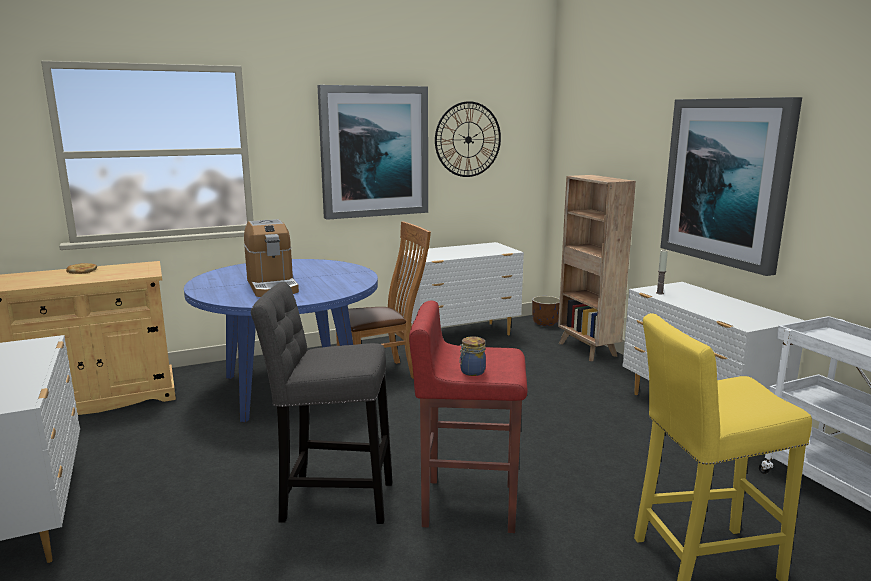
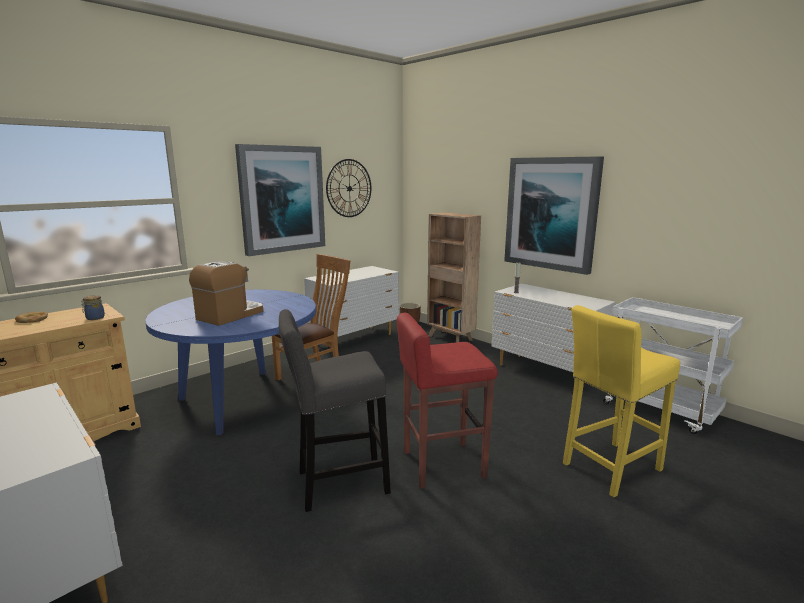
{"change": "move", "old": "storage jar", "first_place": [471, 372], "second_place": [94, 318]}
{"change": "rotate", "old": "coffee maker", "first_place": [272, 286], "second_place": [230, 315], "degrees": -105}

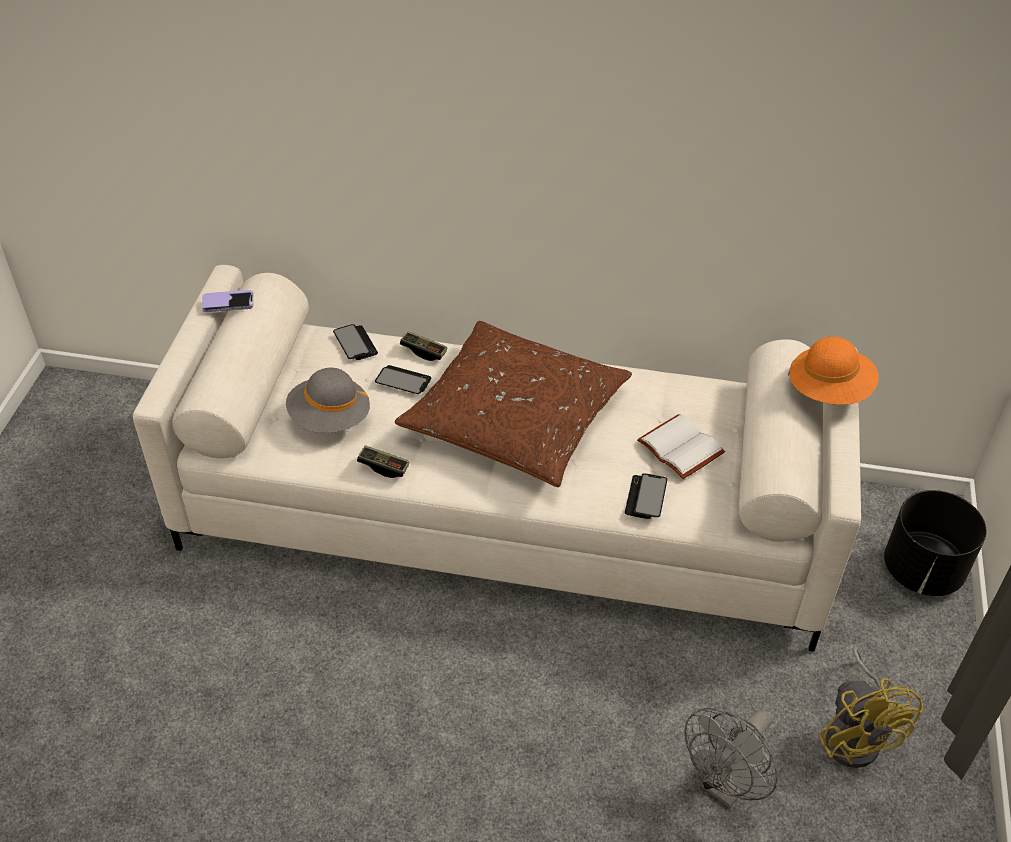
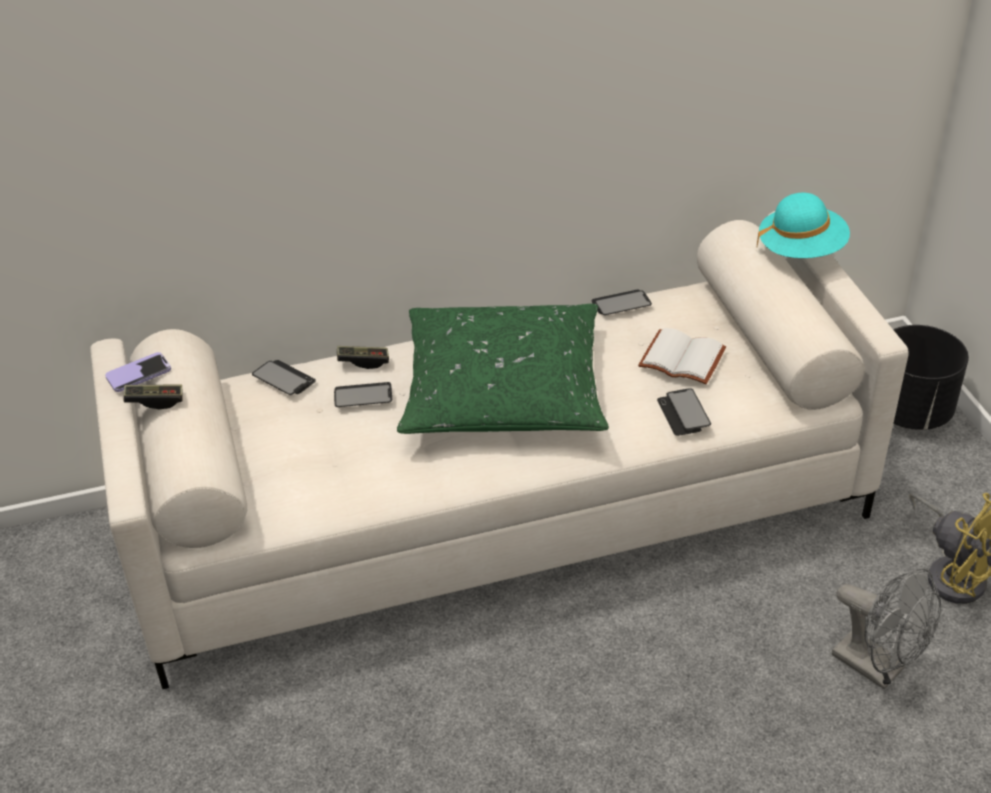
{"change": "delete", "old": "greyish clothing hat", "first_place": [330, 418]}
{"change": "insert", "new": "handset", "second_place": [621, 304]}
{"change": "move", "old": "gamepad", "first_place": [383, 467], "second_place": [155, 401]}
{"change": "recolor", "old": "brown pillow", "new": "green-coloured pillow", "first_place": [515, 417], "second_place": [503, 390]}
{"change": "recolor", "old": "orange-coloured clothing hat", "new": "turquoise clothing hat", "first_place": [829, 390], "second_place": [801, 250]}
{"change": "rotate", "old": "greyish electric fan", "first_place": [726, 786], "second_place": [877, 668], "degrees": -60}

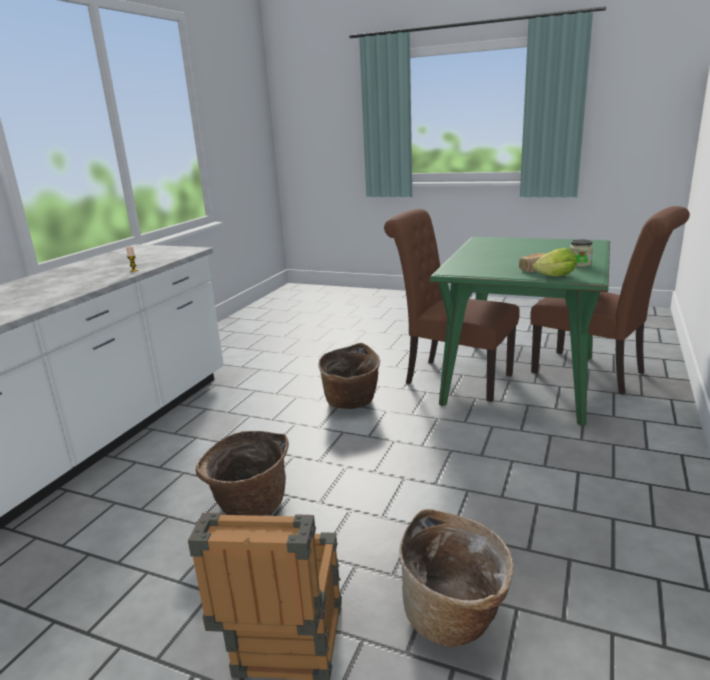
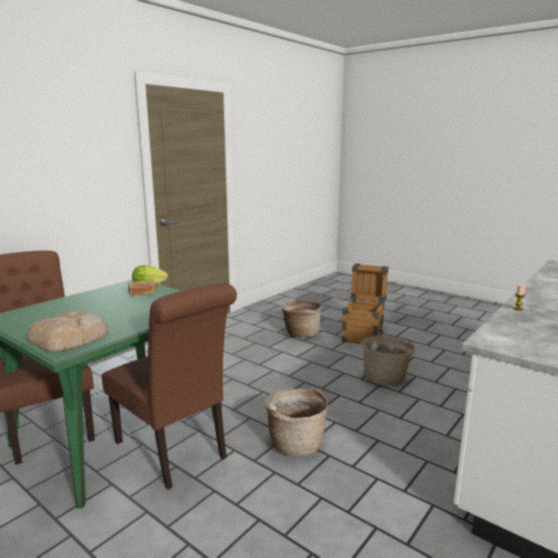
{"change": "delete", "old": "storage jar", "first_place": [579, 264]}
{"change": "insert", "new": "baked bread", "second_place": [71, 337]}

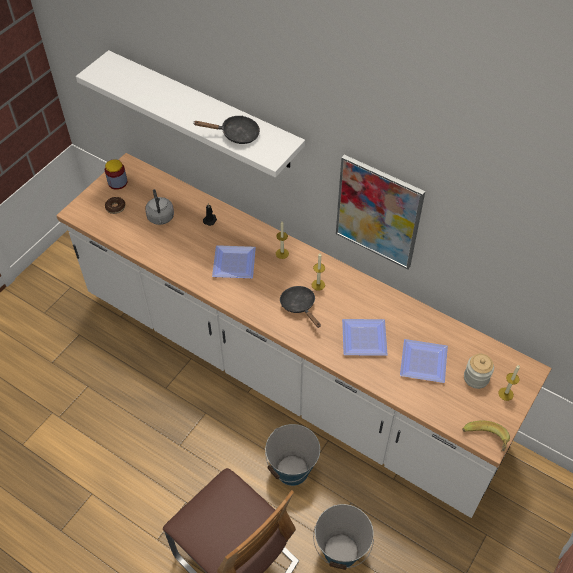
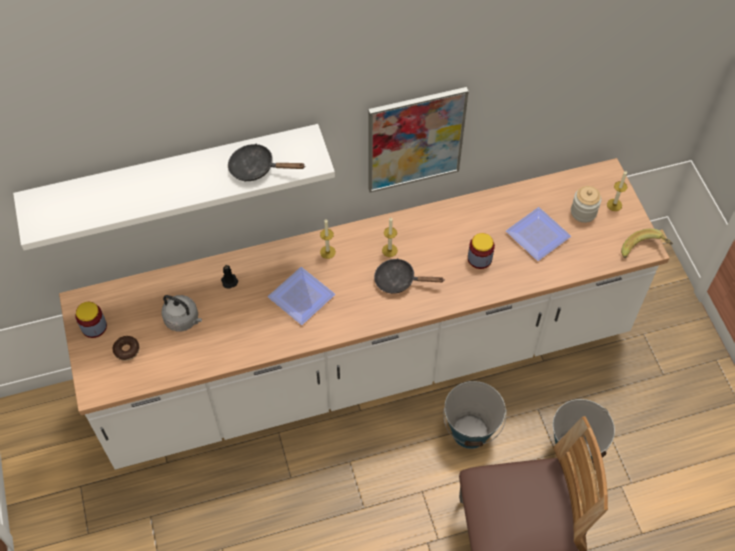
{"change": "replace", "old": "flat dish", "new": "storage jar", "first_place": [365, 340], "second_place": [479, 258]}
{"change": "rotate", "old": "black-coloured skillet", "first_place": [236, 134], "second_place": [256, 168], "degrees": -120}

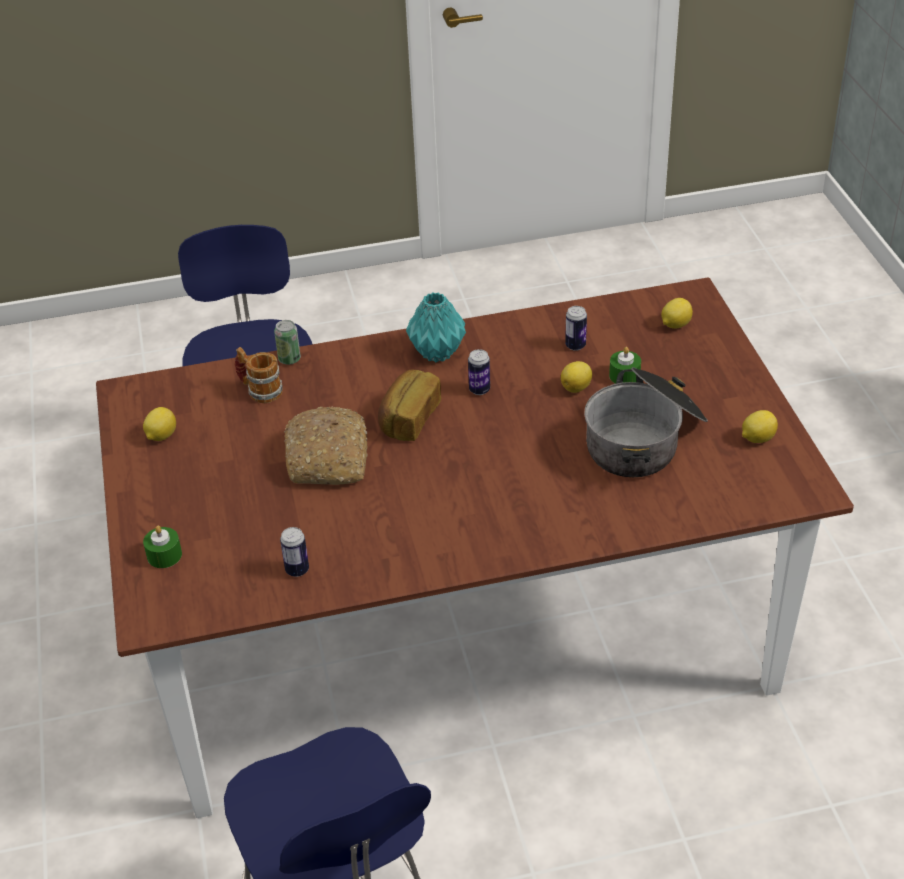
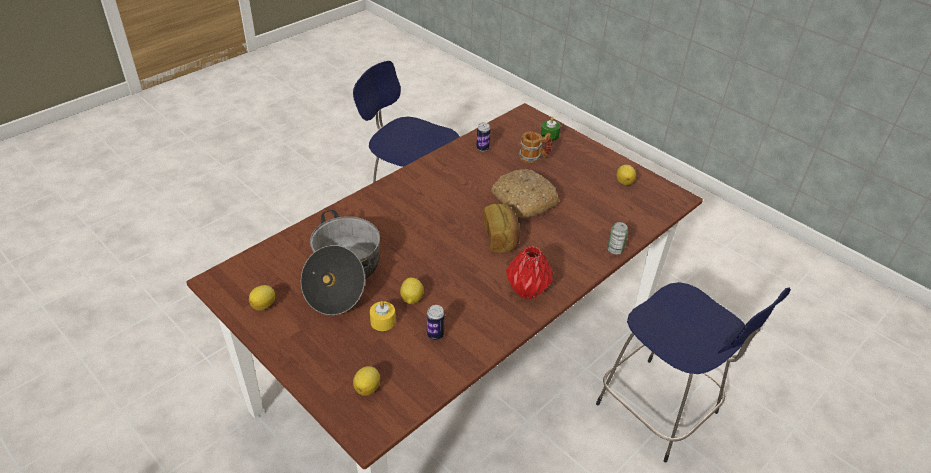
{"change": "delete", "old": "can", "first_place": [479, 390]}
{"change": "move", "old": "mug", "first_place": [259, 390], "second_place": [534, 157]}
{"change": "recolor", "old": "turquoise vase", "new": "red-coloured vase", "first_place": [437, 352], "second_place": [528, 291]}
{"change": "recolor", "old": "green-coloured wax light", "new": "yellow wax light", "first_place": [624, 376], "second_place": [383, 321]}

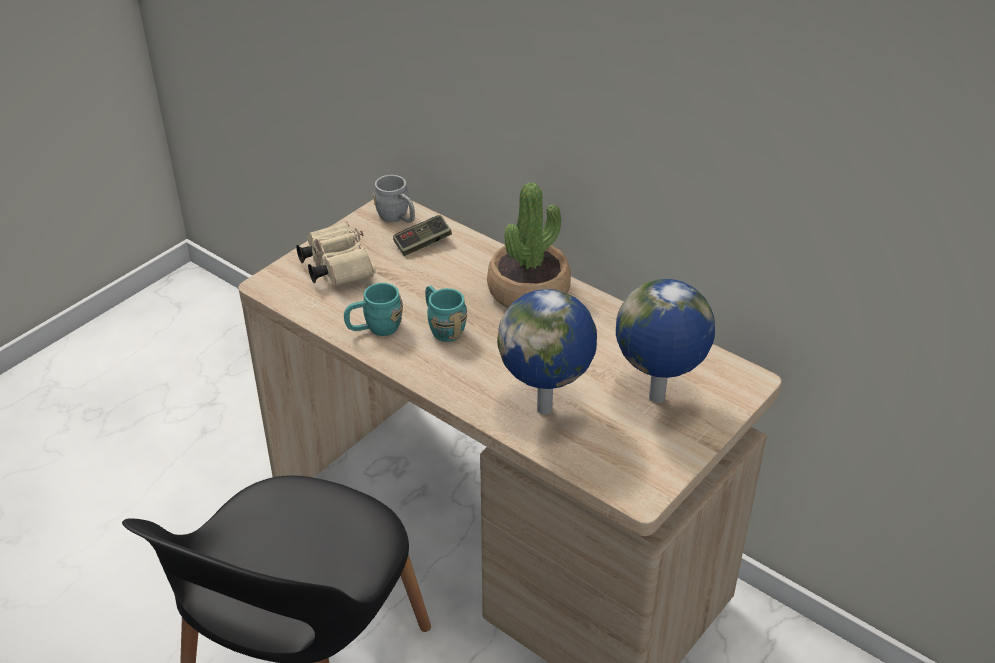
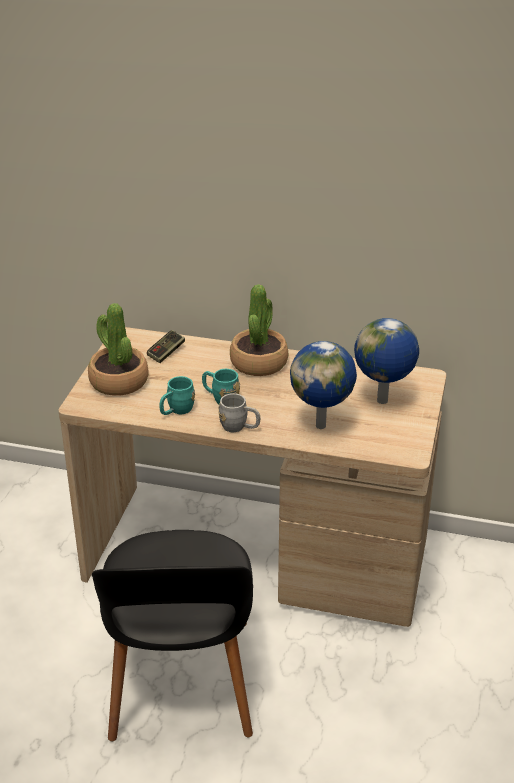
{"change": "move", "old": "greyish mug", "first_place": [397, 218], "second_place": [239, 427]}
{"change": "replace", "old": "beige binoculars", "new": "houseplant", "first_place": [336, 267], "second_place": [118, 381]}

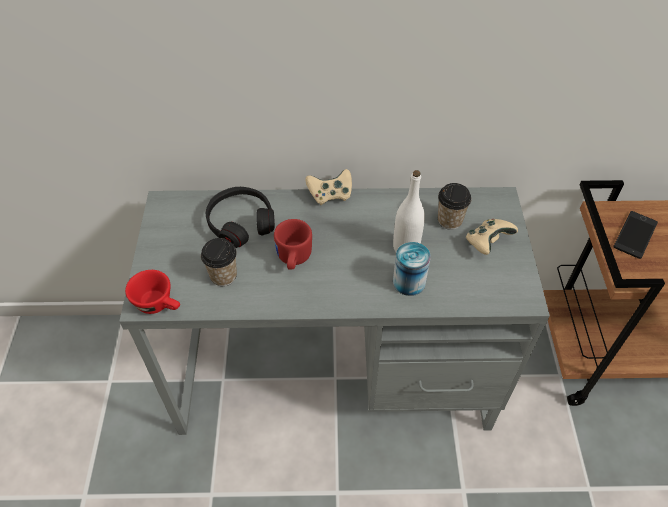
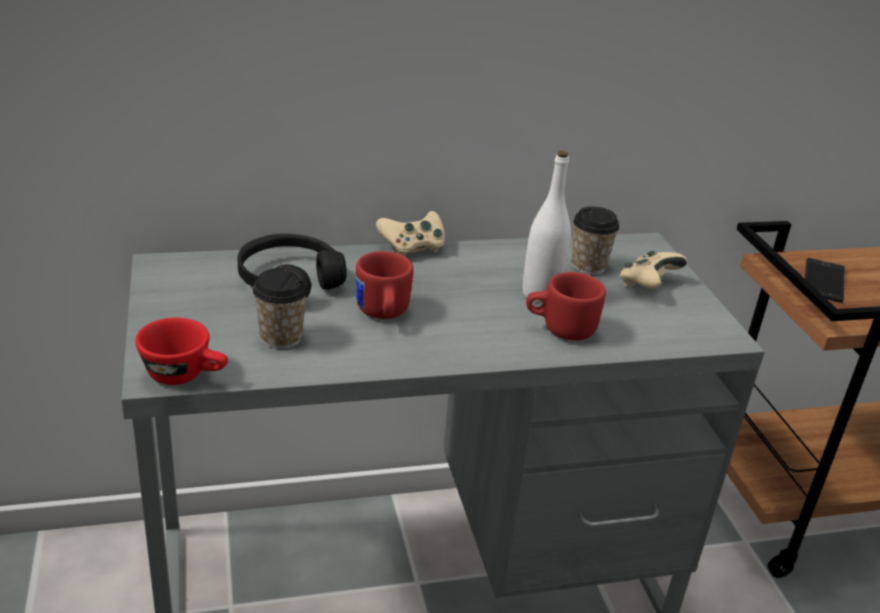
{"change": "replace", "old": "can", "new": "red-coloured mug", "first_place": [409, 282], "second_place": [560, 329]}

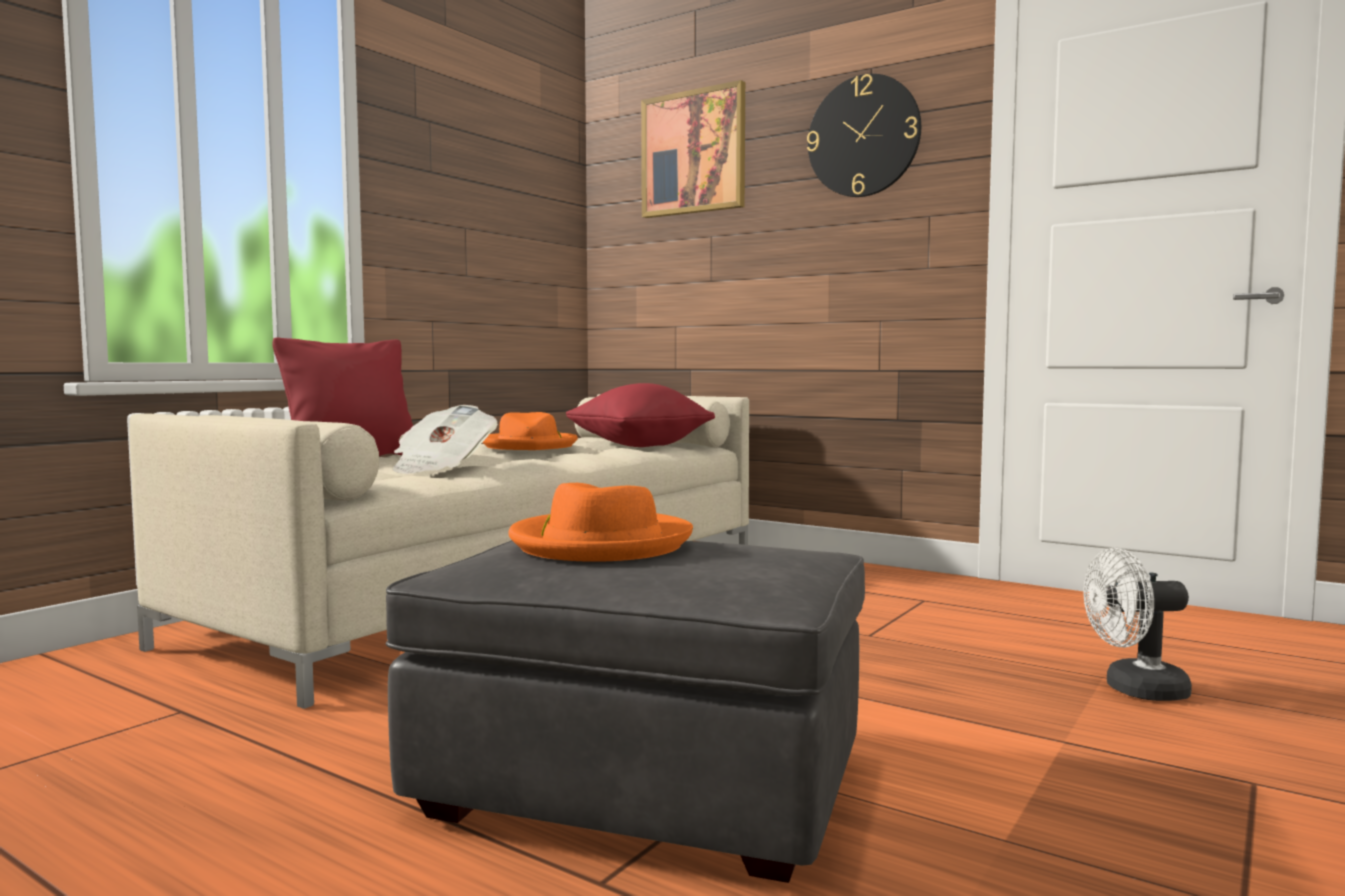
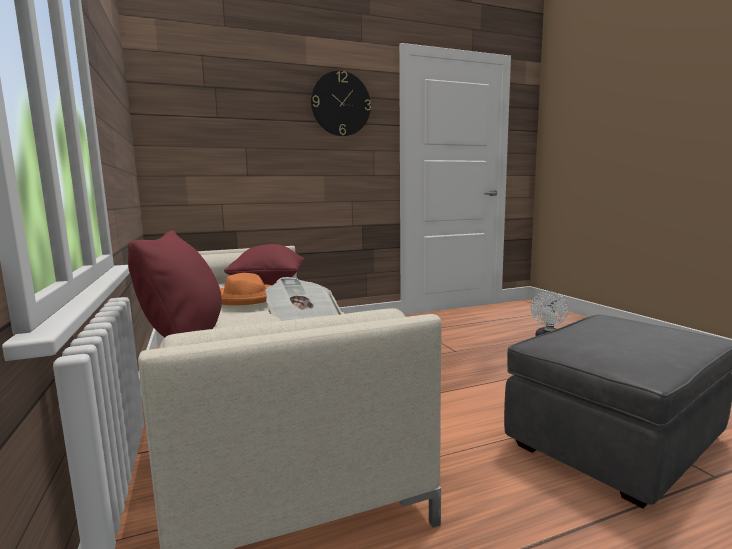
{"change": "delete", "old": "orange-coloured clothing hat", "first_place": [600, 544]}
{"change": "delete", "old": "picture", "first_place": [693, 153]}

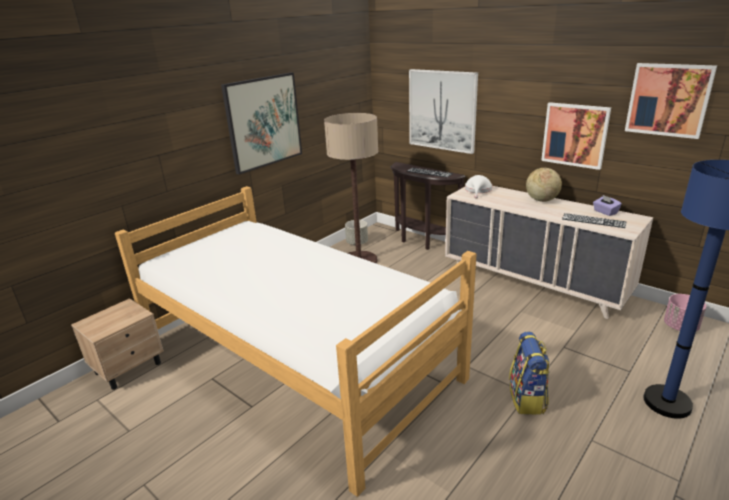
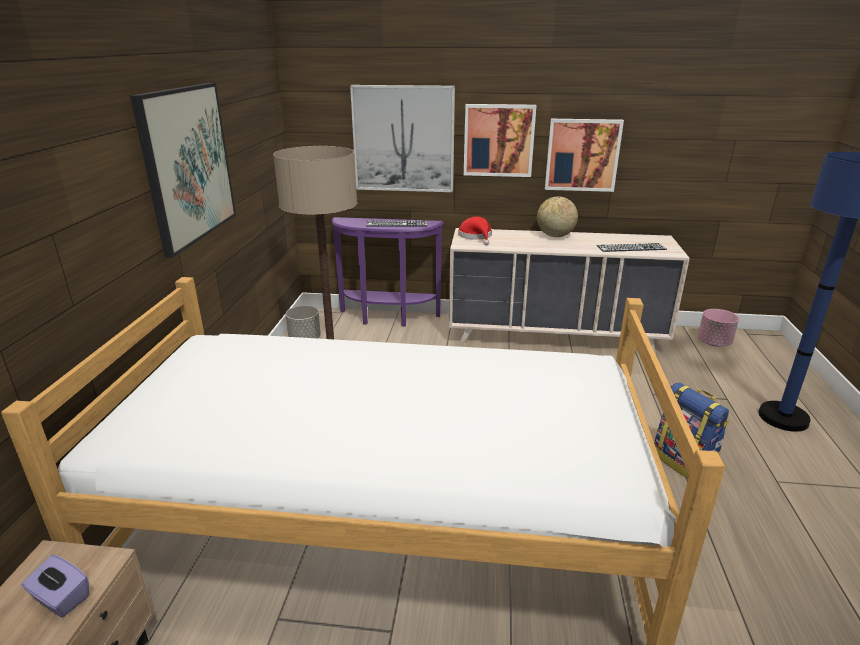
{"change": "move", "old": "purplish tissue holder", "first_place": [605, 212], "second_place": [61, 599]}
{"change": "move", "old": "picture", "first_place": [668, 100], "second_place": [498, 140]}
{"change": "recolor", "old": "brown hall table", "new": "purplish hall table", "first_place": [421, 241], "second_place": [388, 318]}
{"change": "recolor", "old": "white-coloured clothing hat", "new": "red-coloured clothing hat", "first_place": [478, 190], "second_place": [476, 236]}

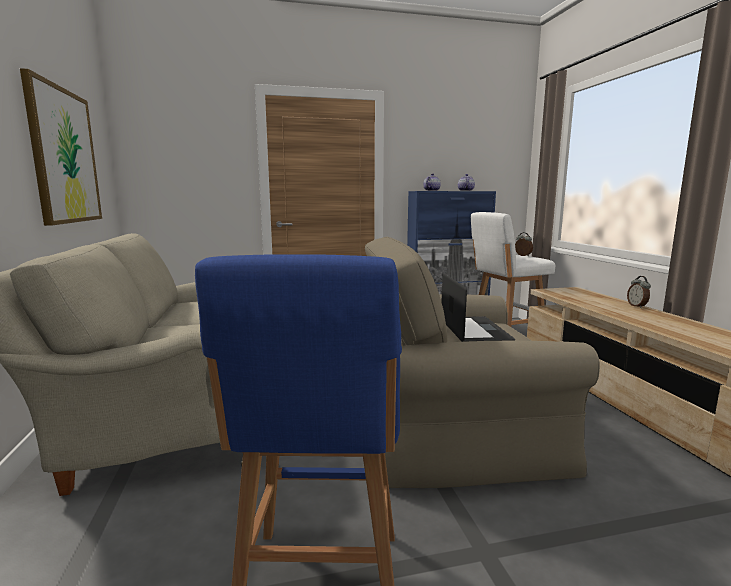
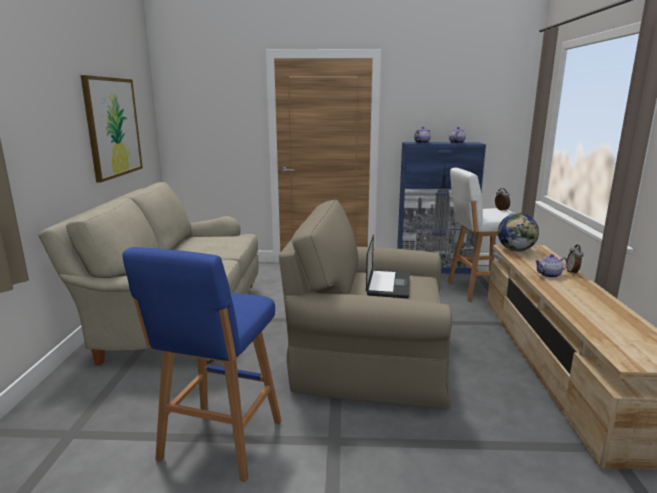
{"change": "insert", "new": "desk globe", "second_place": [516, 250]}
{"change": "insert", "new": "tea pot", "second_place": [549, 275]}

